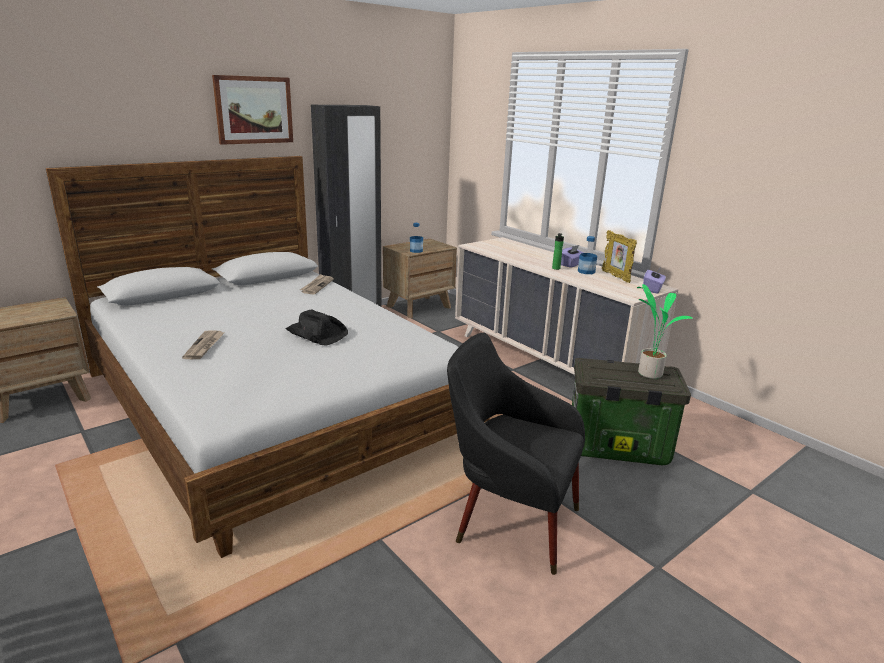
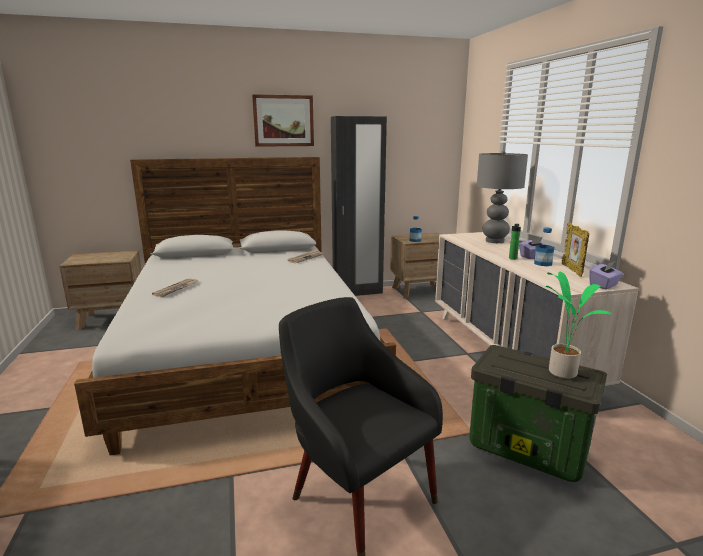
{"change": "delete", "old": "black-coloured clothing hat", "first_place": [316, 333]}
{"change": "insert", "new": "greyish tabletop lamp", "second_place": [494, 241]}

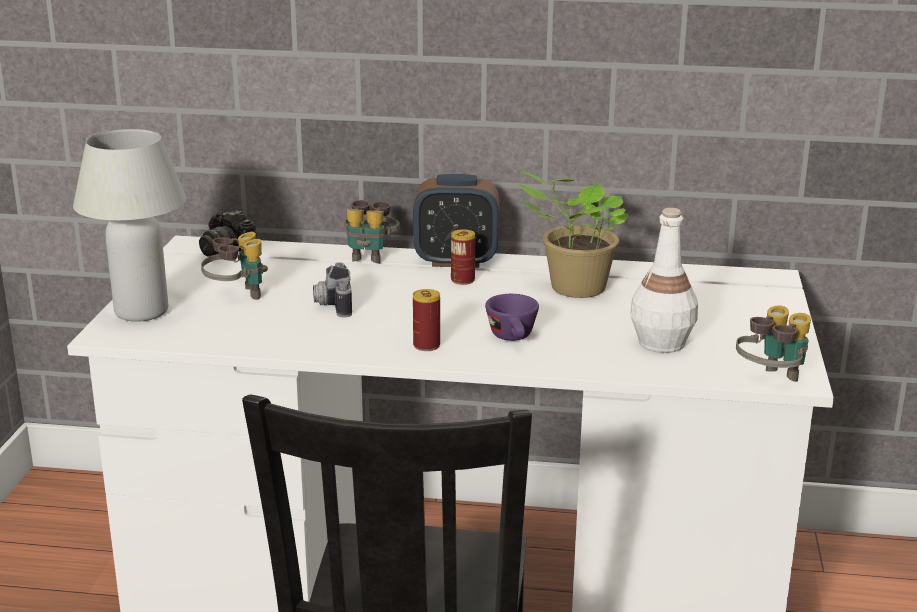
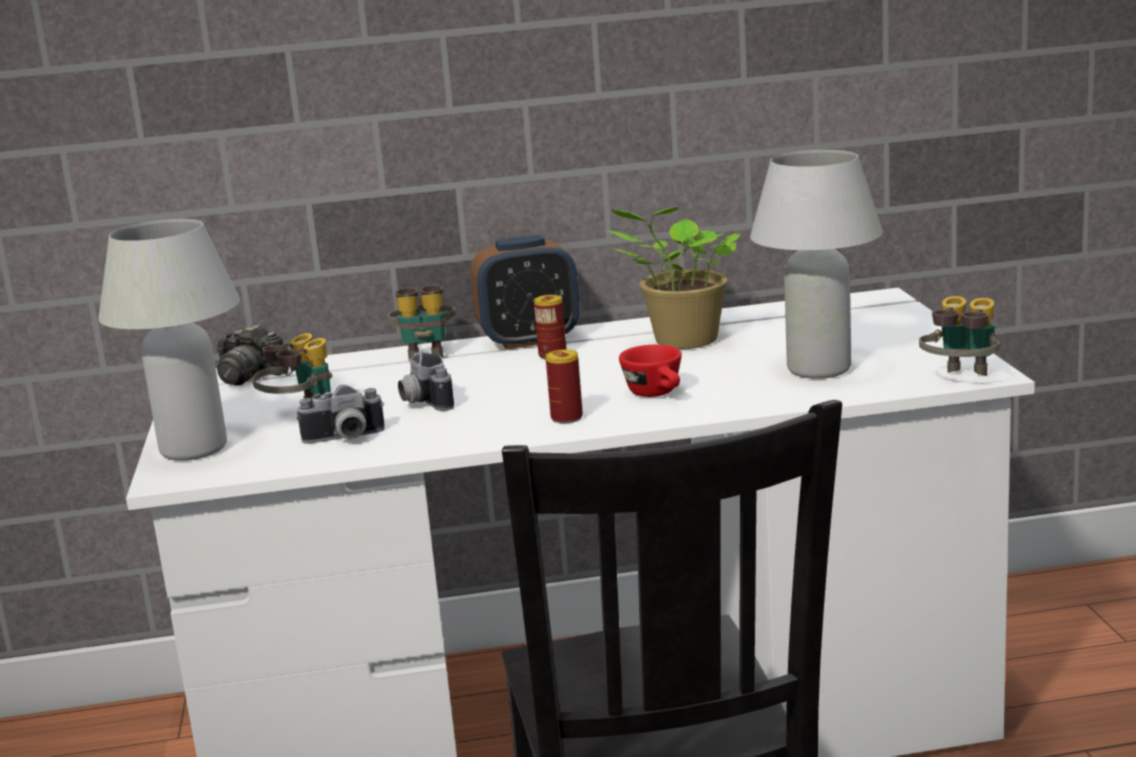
{"change": "insert", "new": "still camera", "second_place": [345, 439]}
{"change": "replace", "old": "white-coloured beverage bottle", "new": "white-coloured tabletop lamp", "first_place": [661, 343], "second_place": [819, 369]}
{"change": "recolor", "old": "purplish drinking cup", "new": "red-coloured drinking cup", "first_place": [513, 338], "second_place": [658, 394]}

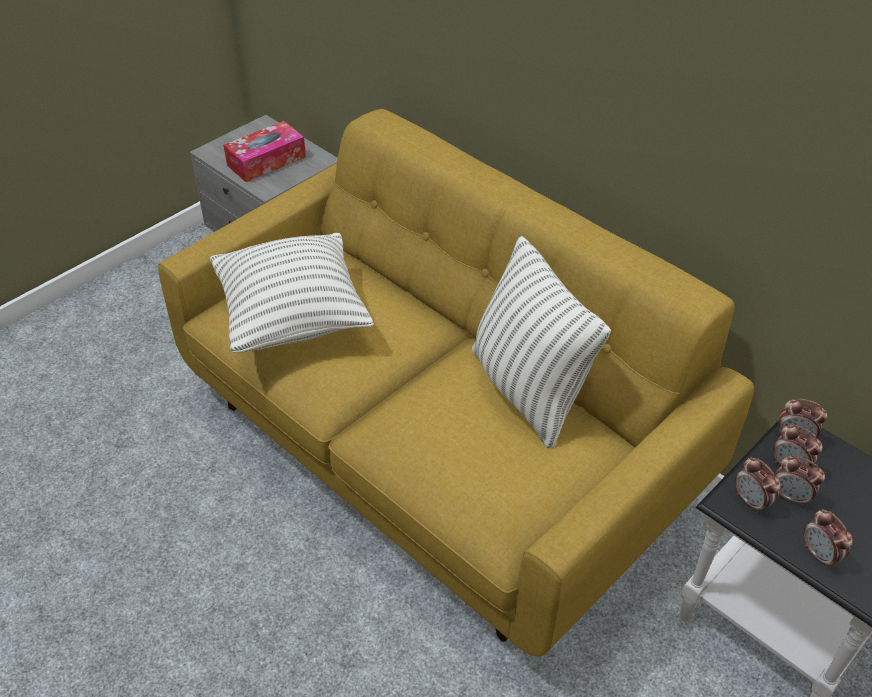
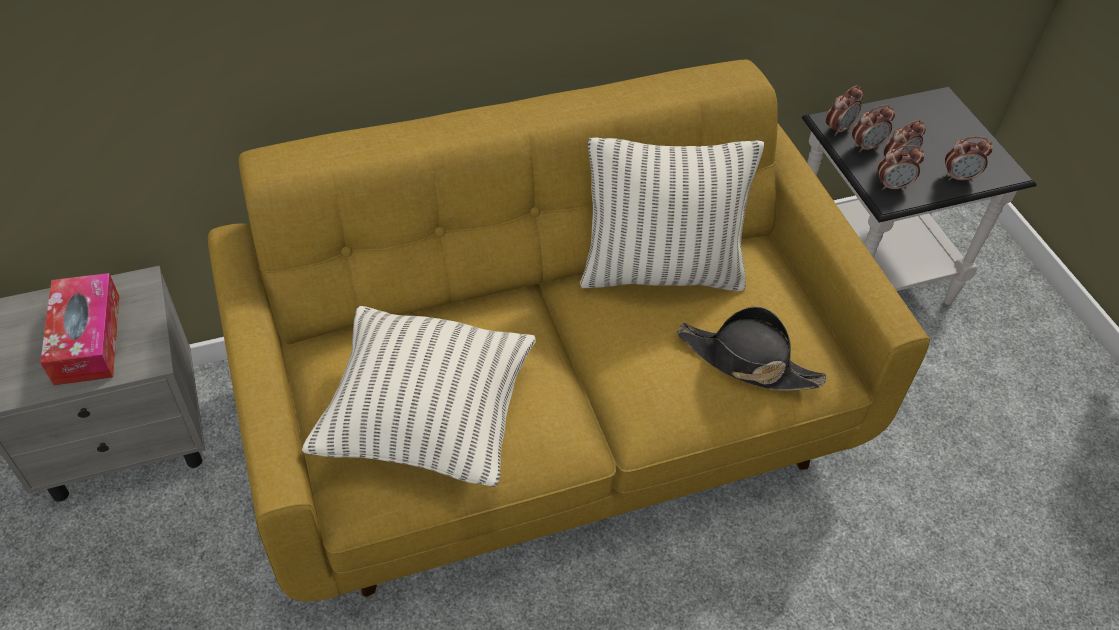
{"change": "insert", "new": "black-coloured clothing hat", "second_place": [747, 362]}

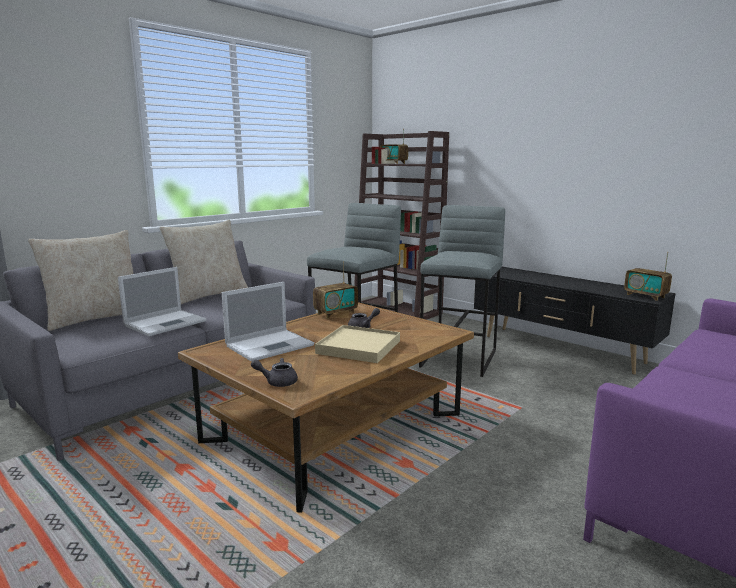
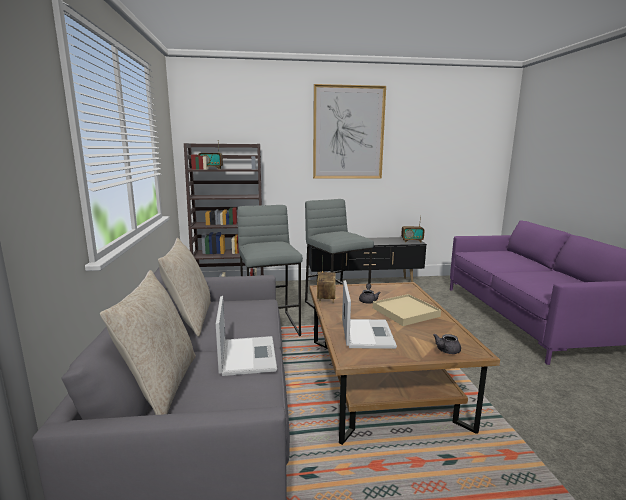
{"change": "insert", "new": "picture", "second_place": [348, 133]}

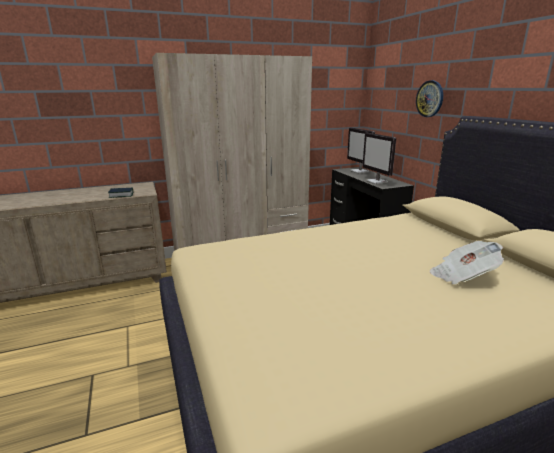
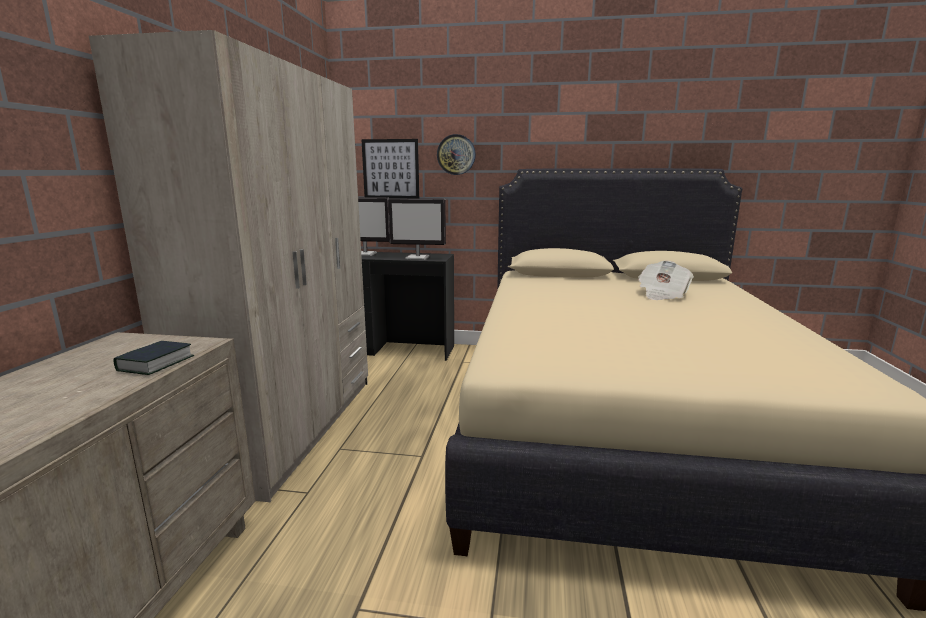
{"change": "insert", "new": "picture", "second_place": [390, 169]}

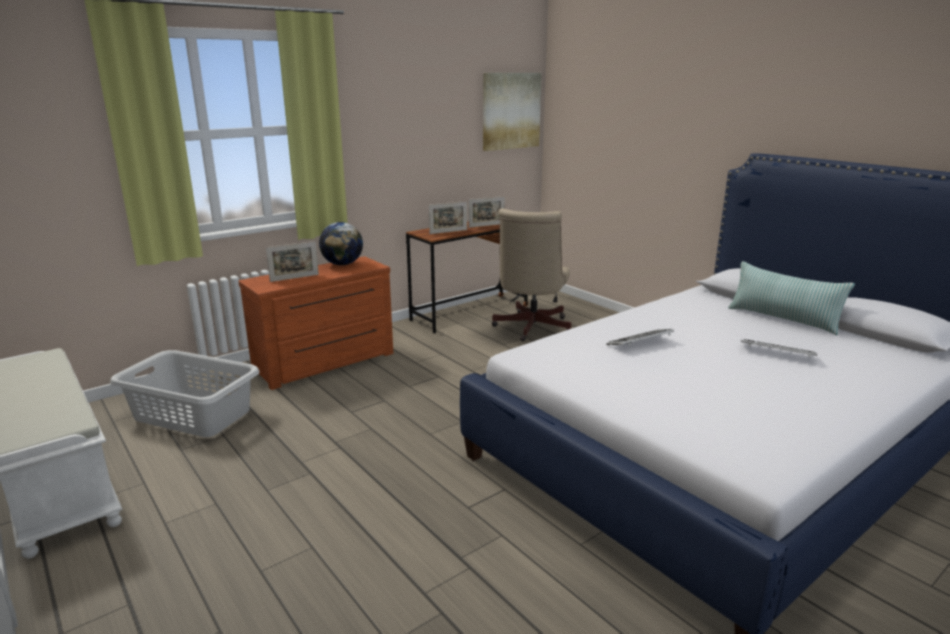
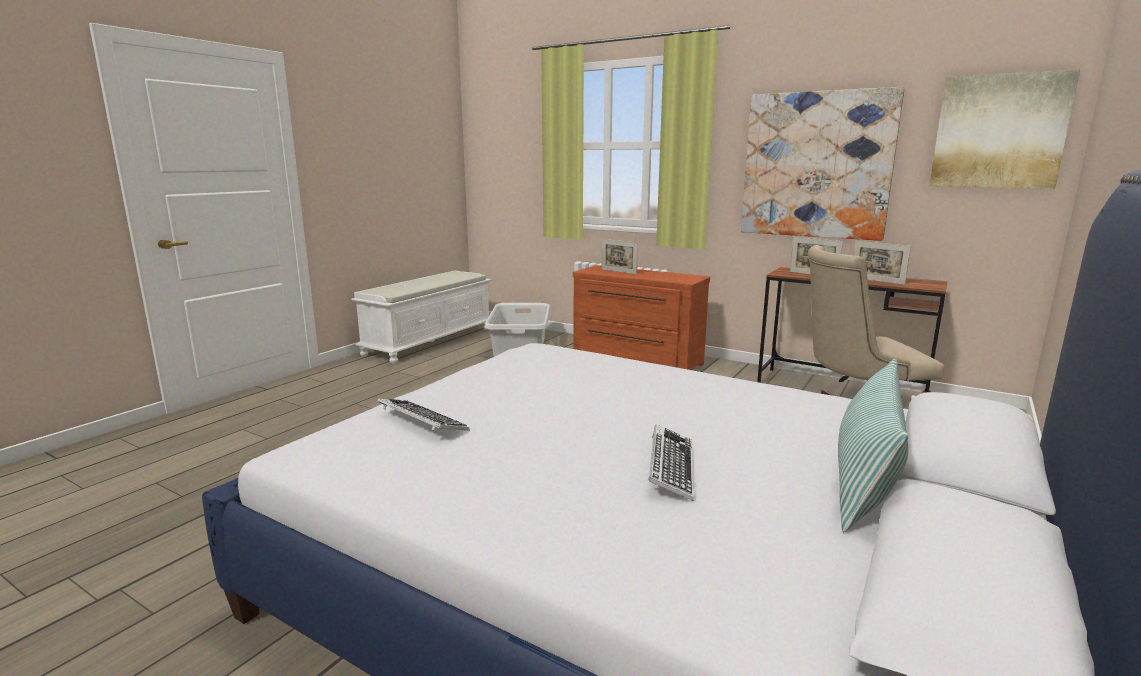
{"change": "delete", "old": "desk globe", "first_place": [342, 264]}
{"change": "insert", "new": "picture", "second_place": [816, 165]}
{"change": "move", "old": "computer keyboard", "first_place": [640, 342], "second_place": [422, 422]}

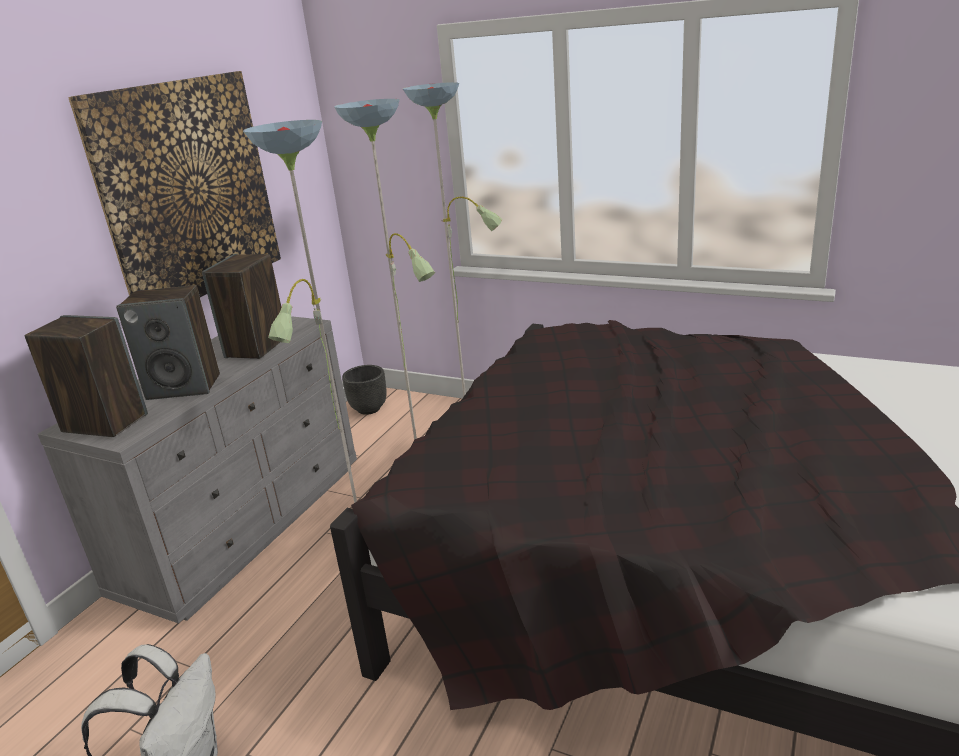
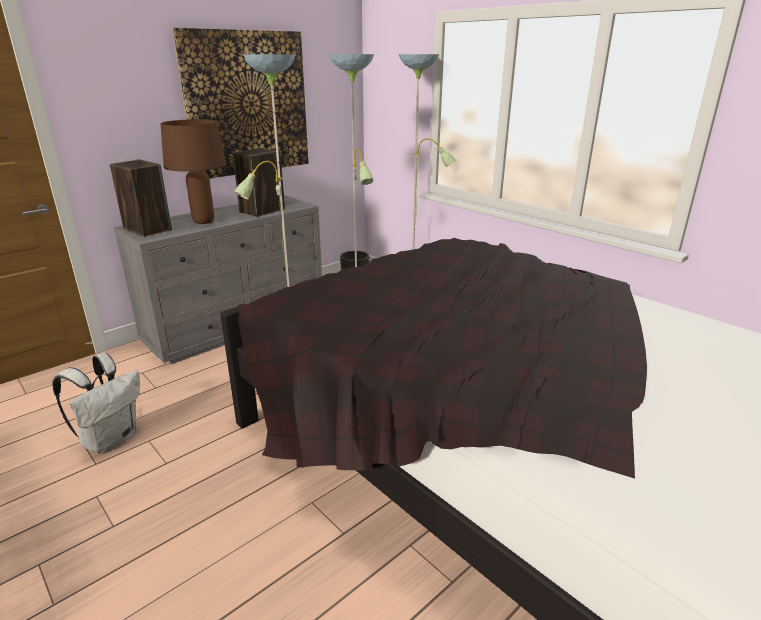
{"change": "replace", "old": "audio speaker", "new": "brown tabletop lamp", "first_place": [185, 386], "second_place": [204, 221]}

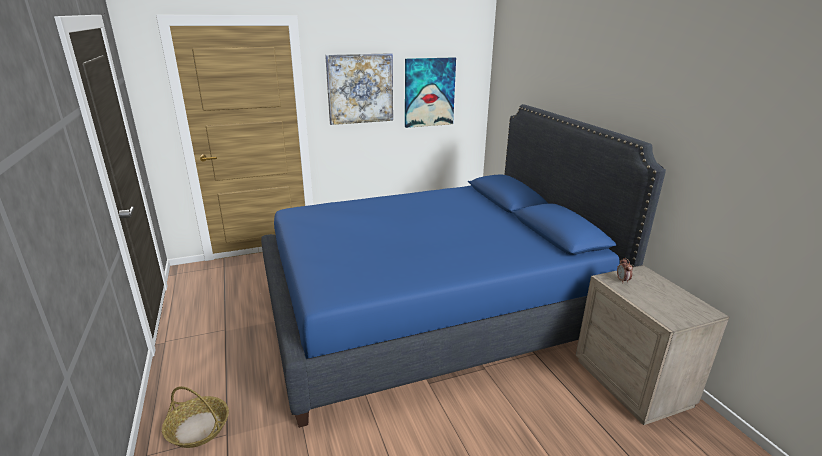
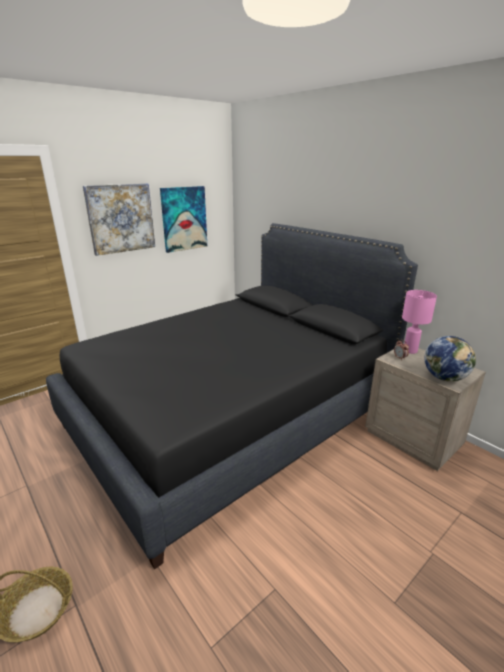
{"change": "insert", "new": "pinkish tabletop lamp", "second_place": [410, 350]}
{"change": "insert", "new": "desk globe", "second_place": [444, 378]}
{"change": "recolor", "old": "blue sleeping bed", "new": "black-coloured sleeping bed", "first_place": [431, 311], "second_place": [231, 416]}

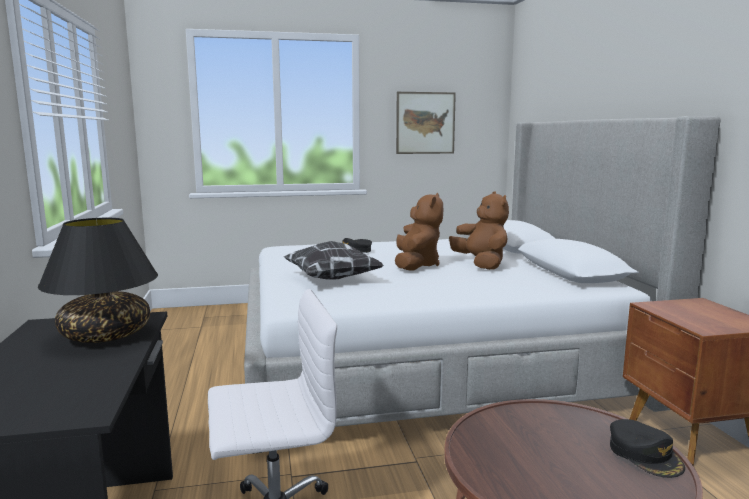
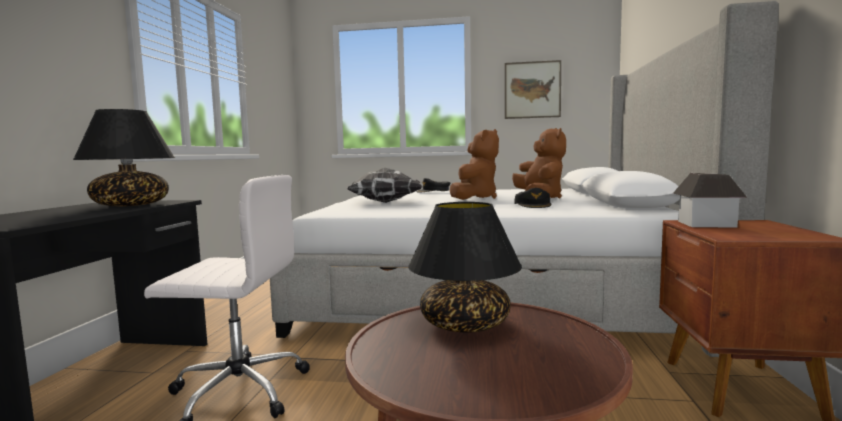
{"change": "insert", "new": "black-coloured tabletop lamp", "second_place": [464, 324]}
{"change": "insert", "new": "toy house", "second_place": [706, 224]}
{"change": "move", "old": "black-coloured baseball cap", "first_place": [645, 454], "second_place": [533, 205]}

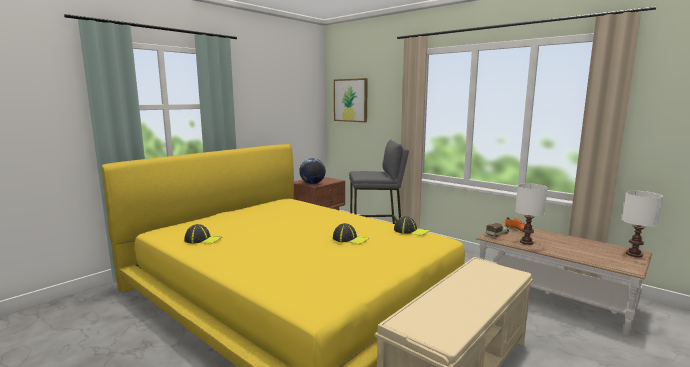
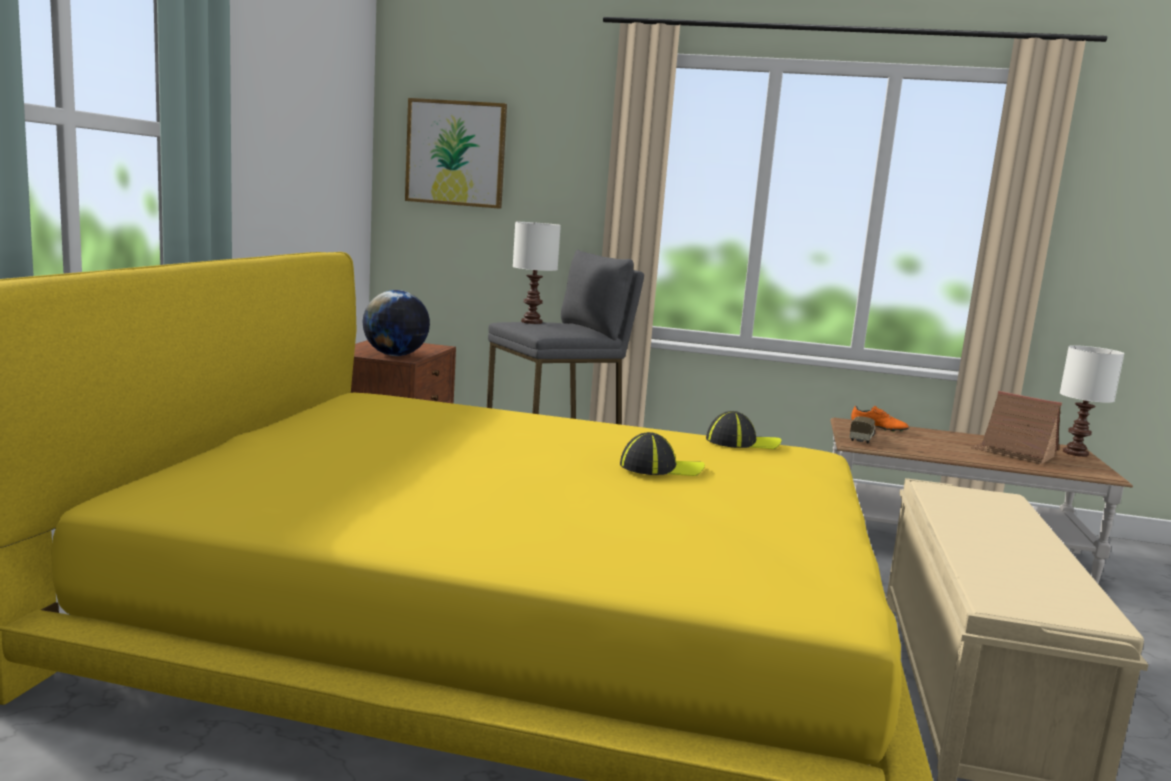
{"change": "delete", "old": "baseball cap", "first_place": [203, 239]}
{"change": "insert", "new": "toy house", "second_place": [1014, 453]}
{"change": "move", "old": "white-coloured tabletop lamp", "first_place": [526, 242], "second_place": [530, 322]}

